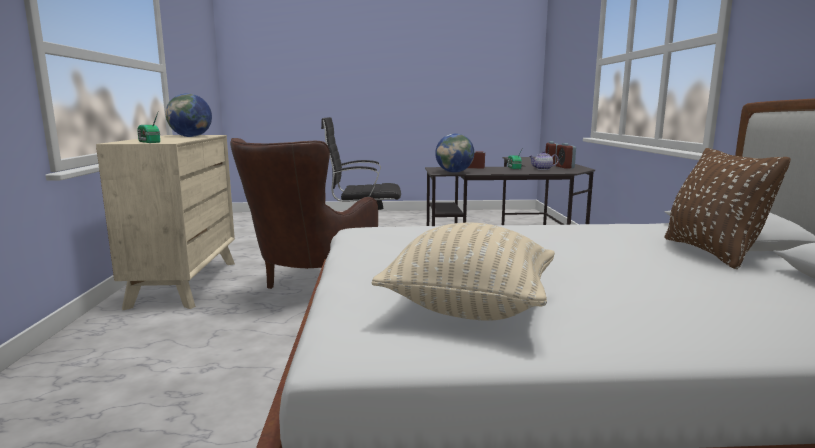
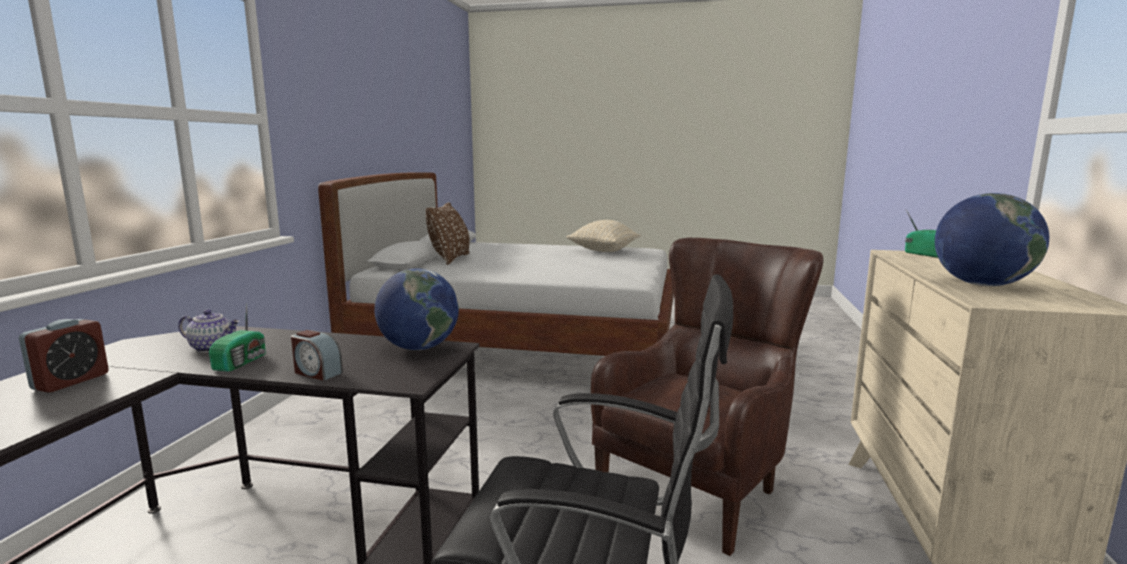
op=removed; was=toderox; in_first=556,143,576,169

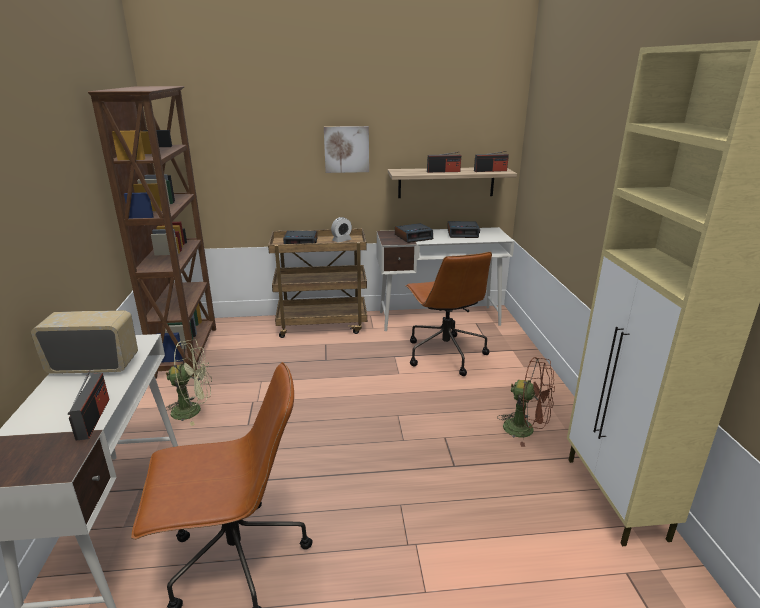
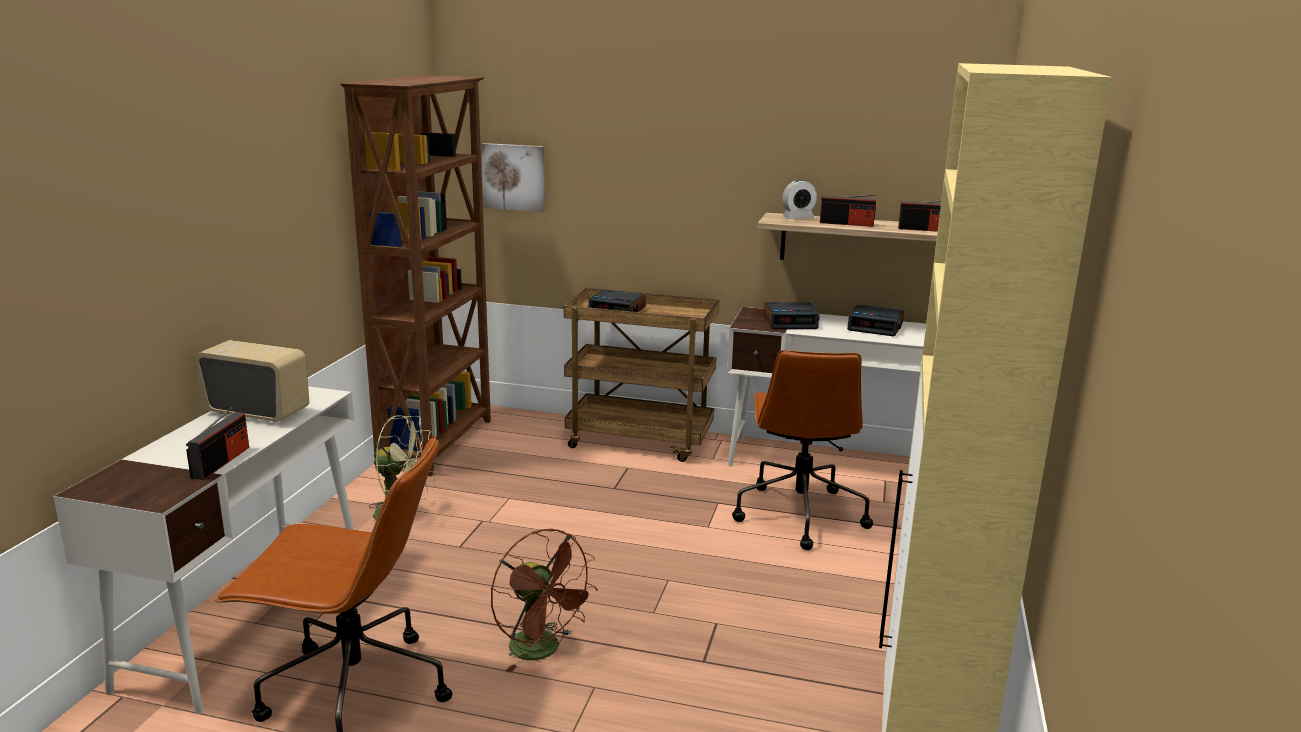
op=moved; was=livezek; in_first=324,126,369,173; in_second=481,143,545,212
op=moved; was=toderox; in_first=331,217,352,242; in_second=782,180,817,219
op=moved; was=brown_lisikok; in_first=497,357,555,447; in_second=491,529,598,673

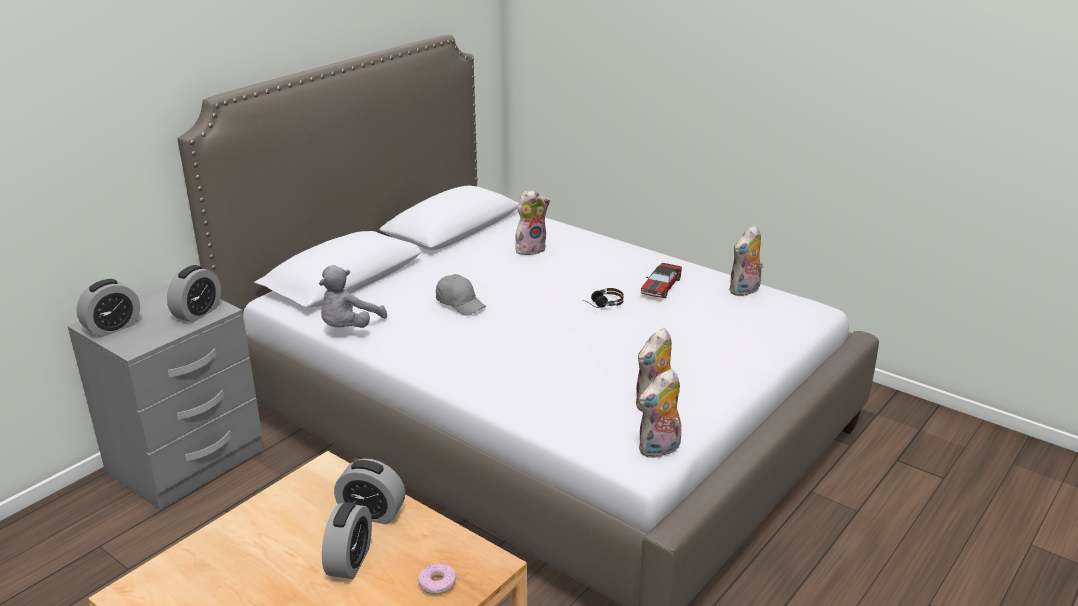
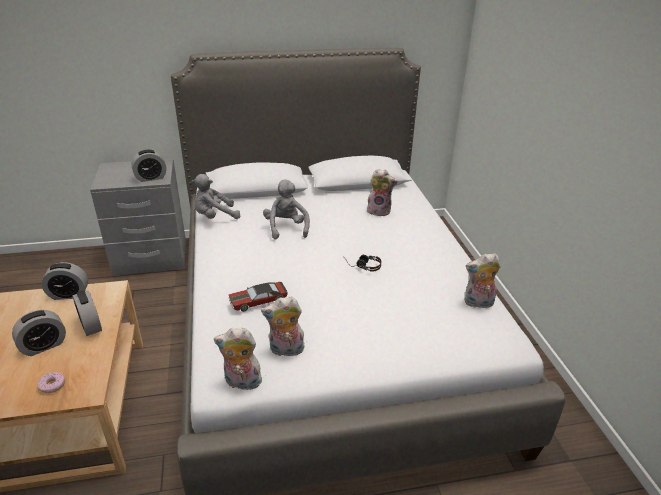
op=moved; was=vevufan; in_first=641,263,682,298; in_second=229,282,288,312
op=replaced; was=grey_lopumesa; now=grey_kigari; in_first=436,274,486,316; in_second=263,179,310,240
op=moved; was=toderox; in_first=76,279,140,337; in_second=41,262,88,300

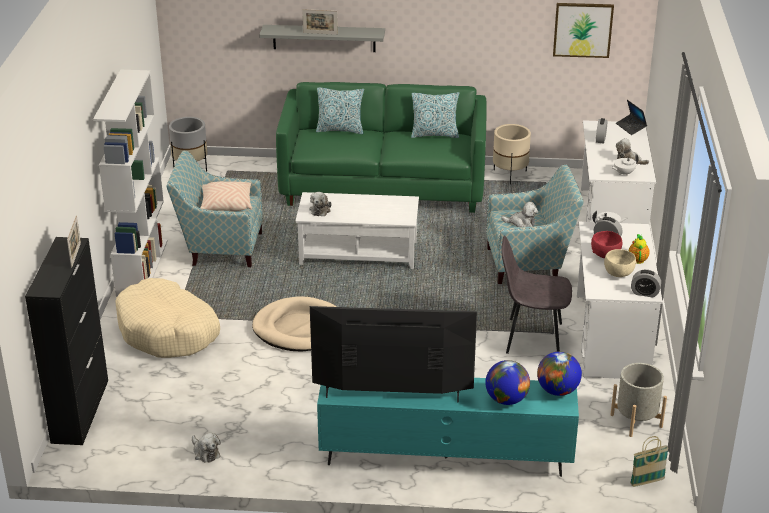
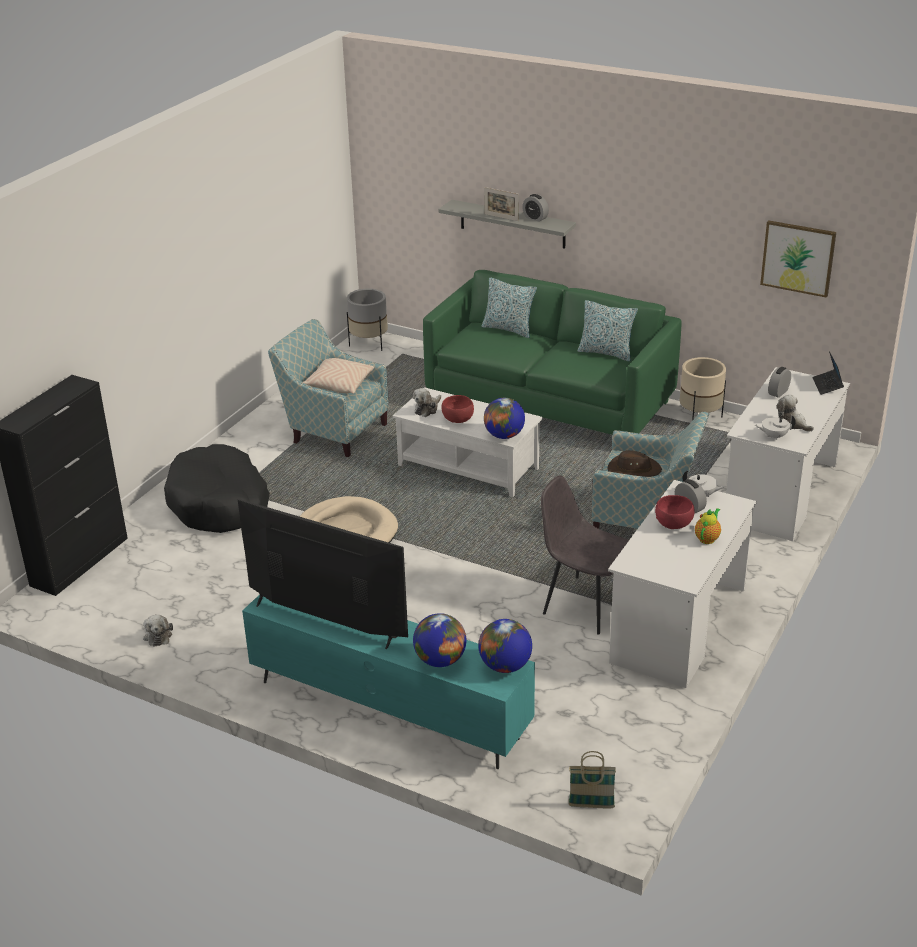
op=removed; was=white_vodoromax; in_first=93,70,168,297
op=replaced; was=kigari; now=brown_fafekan; in_first=501,202,538,227; in_second=607,450,662,477
op=removed; was=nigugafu; in_first=67,215,81,268
op=removed; was=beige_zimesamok; in_first=604,249,637,277
op=moved; was=toderox; in_first=631,269,661,298; in_second=522,194,549,222
op=recoloured; was=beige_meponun; now=black_meponun; in_first=115,278,220,358; in_second=164,444,270,533
op=removed; was=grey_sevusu; in_first=610,363,667,437
op=added; now=red_zimesamok; in_second=442,395,474,423
op=added; now=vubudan; in_second=484,398,525,439

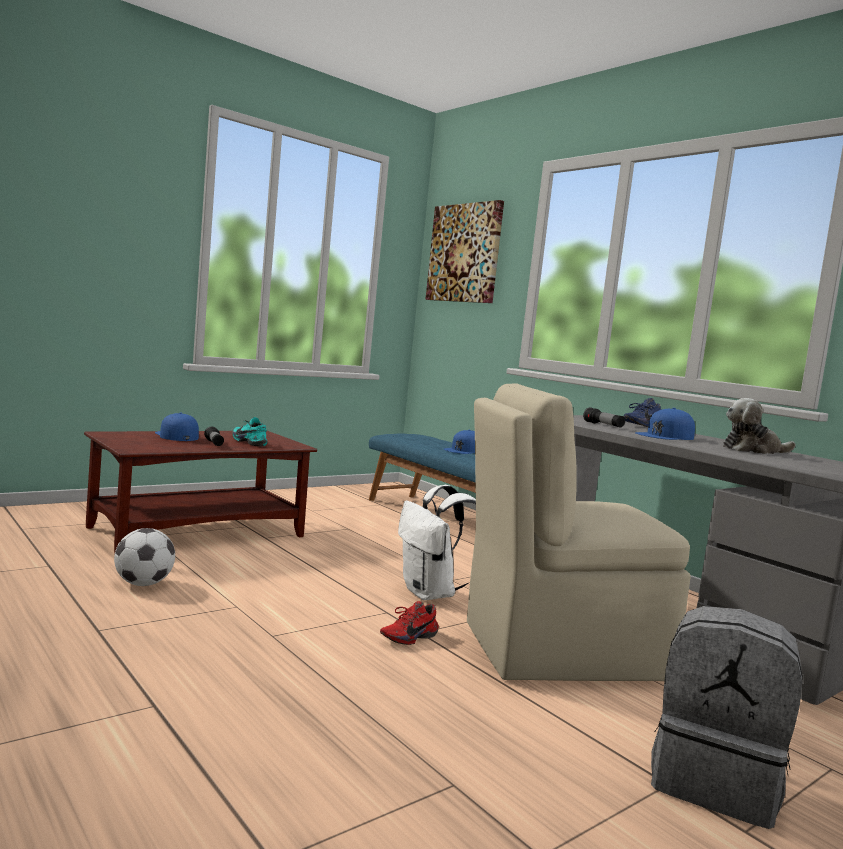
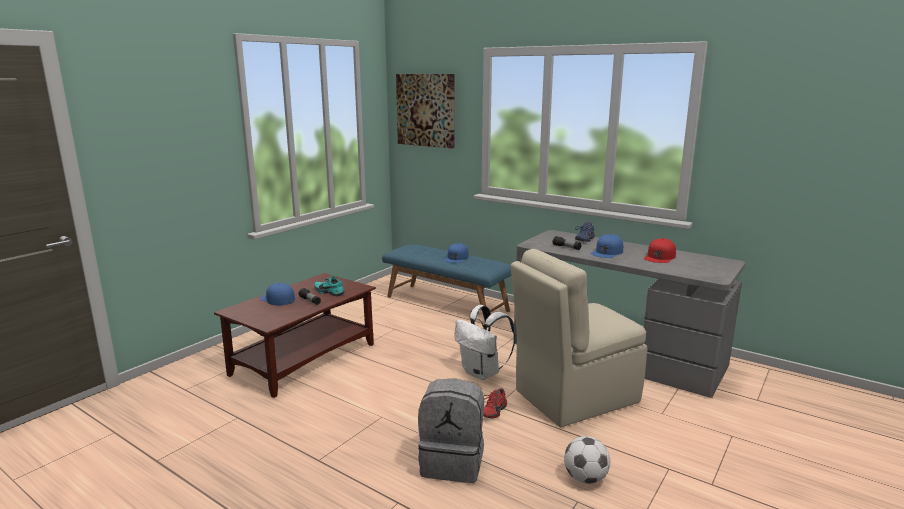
op=replaced; was=kigari; now=red_lopumesa; in_first=723,398,795,454; in_second=644,238,676,263
op=moved; was=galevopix; in_first=114,528,175,586; in_second=564,436,610,484
op=moved; was=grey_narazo; in_first=651,606,803,829; in_second=418,378,484,483

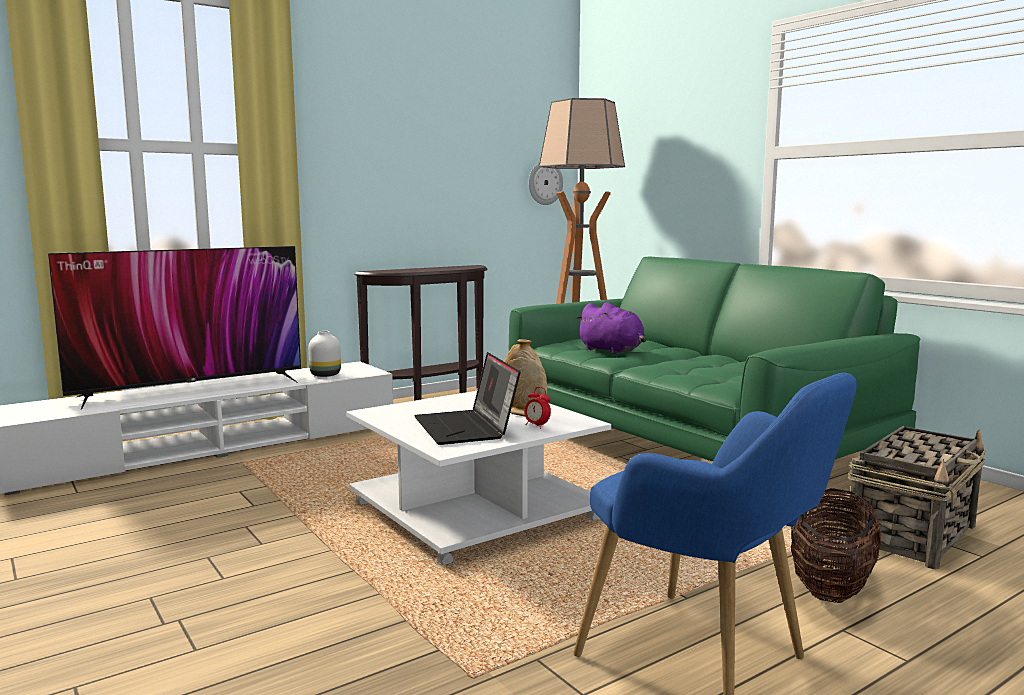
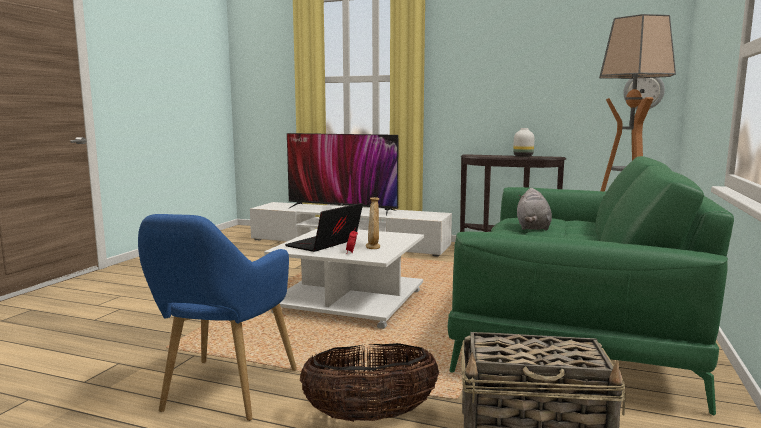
op=recoloured; was=purple_kigari; now=grey_kigari; in_first=576,302,646,354; in_second=517,188,552,231
op=moved; was=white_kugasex; in_first=308,331,341,377; in_second=513,128,534,157

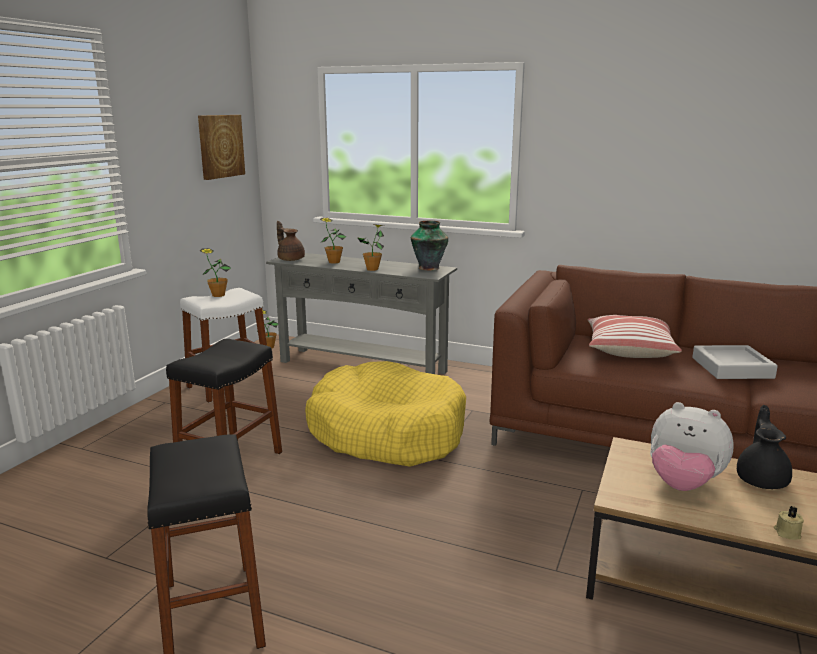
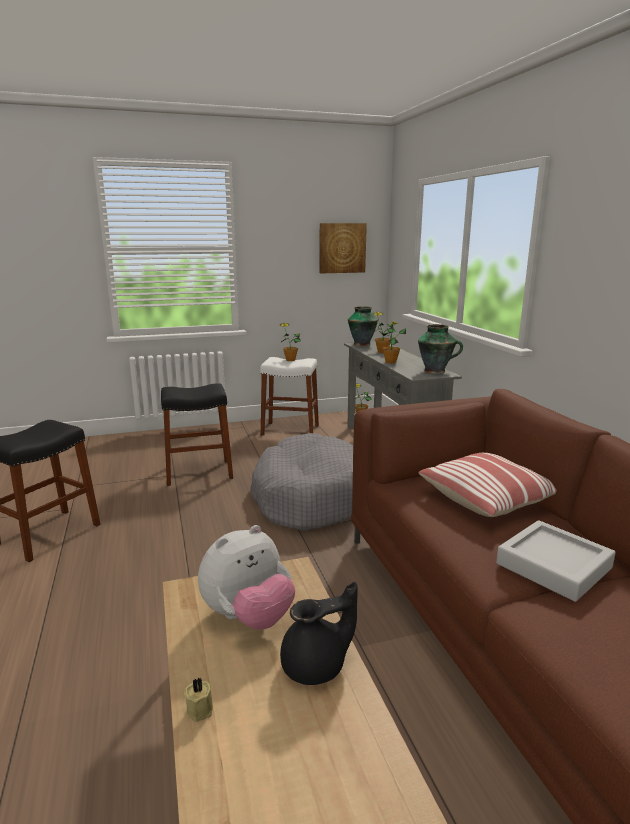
op=replaced; was=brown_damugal; now=kugasex; in_first=277,221,305,261; in_second=348,306,378,346
op=recoloured; was=yellow_meponun; now=grey_meponun; in_first=305,361,466,466; in_second=250,433,353,531
op=turned; was=kigari; in_first=650,402,734,491; in_second=198,525,295,630; clockwise=-120

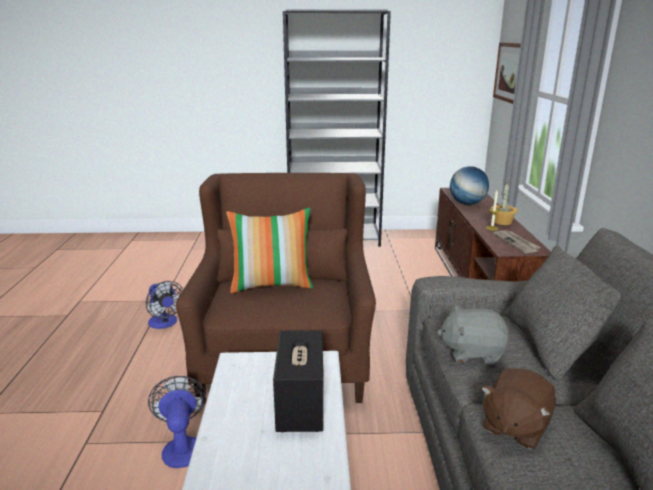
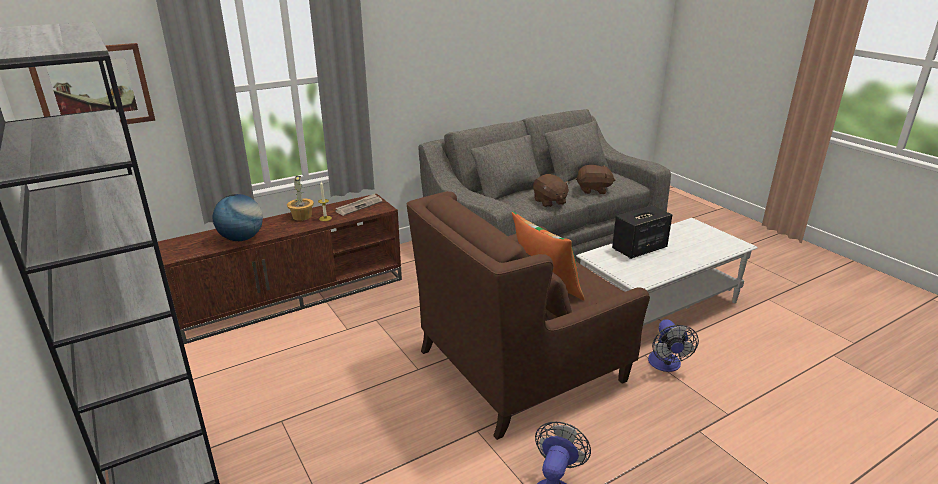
op=recoloured; was=grey_kigari; now=brown_kigari; in_first=437,305,509,365; in_second=533,174,570,208
op=turned; was=lisikok; in_first=148,376,206,468; in_second=648,319,699,372; clockwise=-45

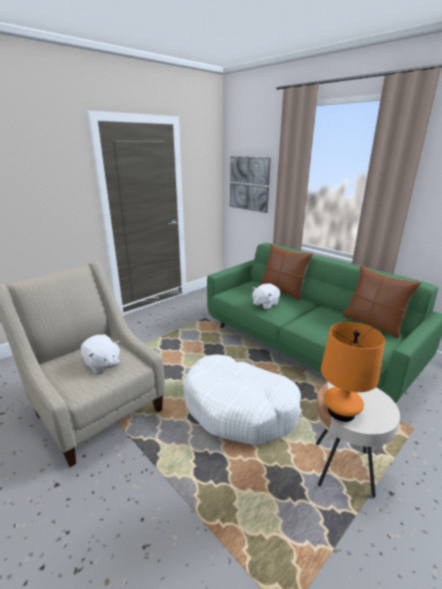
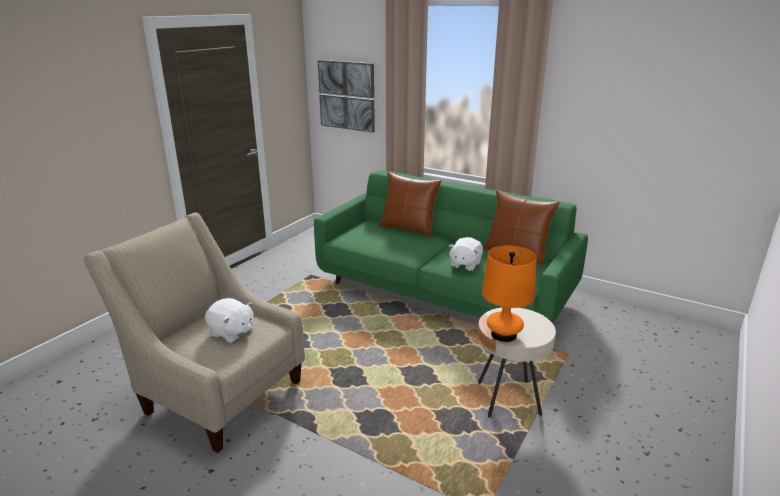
op=moved; was=white_kigari; in_first=252,283,280,309; in_second=448,237,483,271
op=removed; was=white_meponun; in_first=183,354,301,445

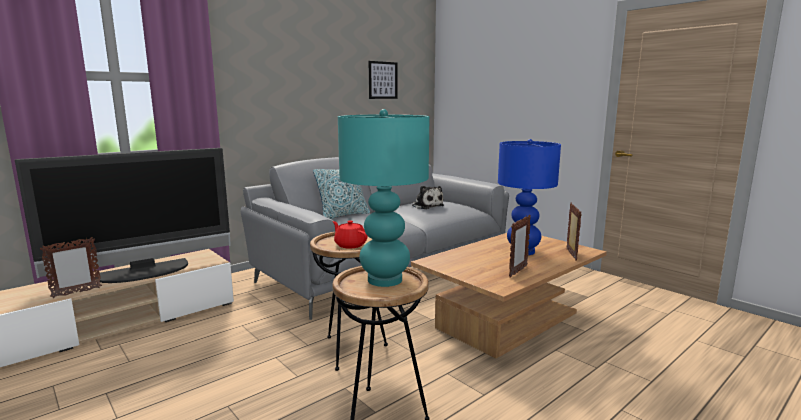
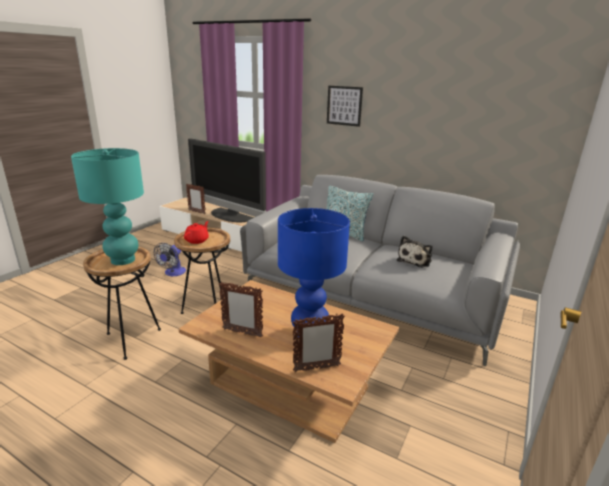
op=moved; was=livezek; in_first=369,61,398,99; in_second=327,86,363,127
op=added; now=lisikok; in_second=154,243,186,276

